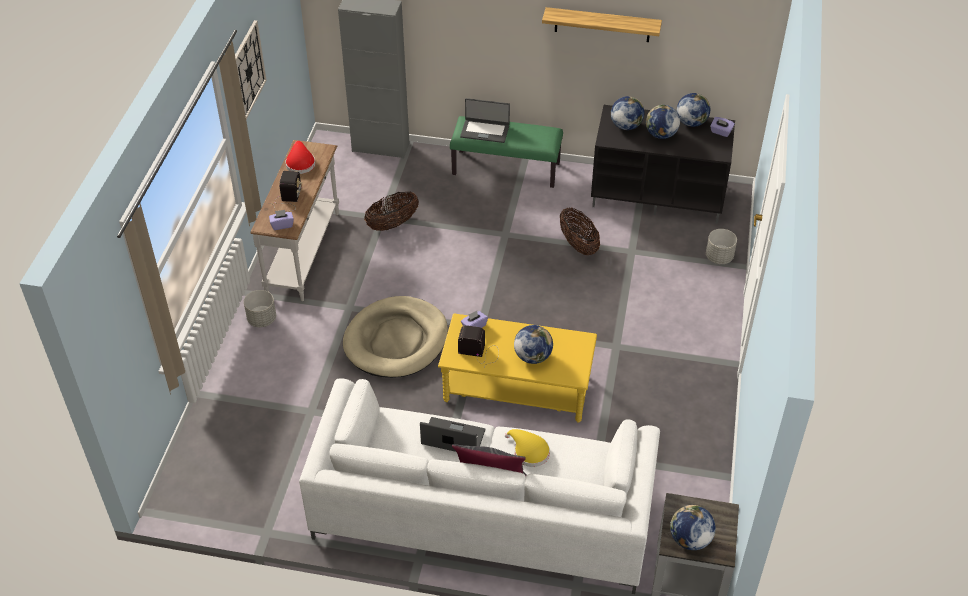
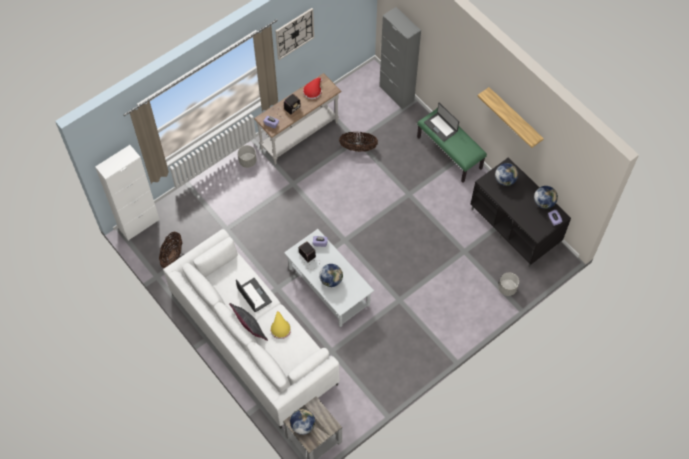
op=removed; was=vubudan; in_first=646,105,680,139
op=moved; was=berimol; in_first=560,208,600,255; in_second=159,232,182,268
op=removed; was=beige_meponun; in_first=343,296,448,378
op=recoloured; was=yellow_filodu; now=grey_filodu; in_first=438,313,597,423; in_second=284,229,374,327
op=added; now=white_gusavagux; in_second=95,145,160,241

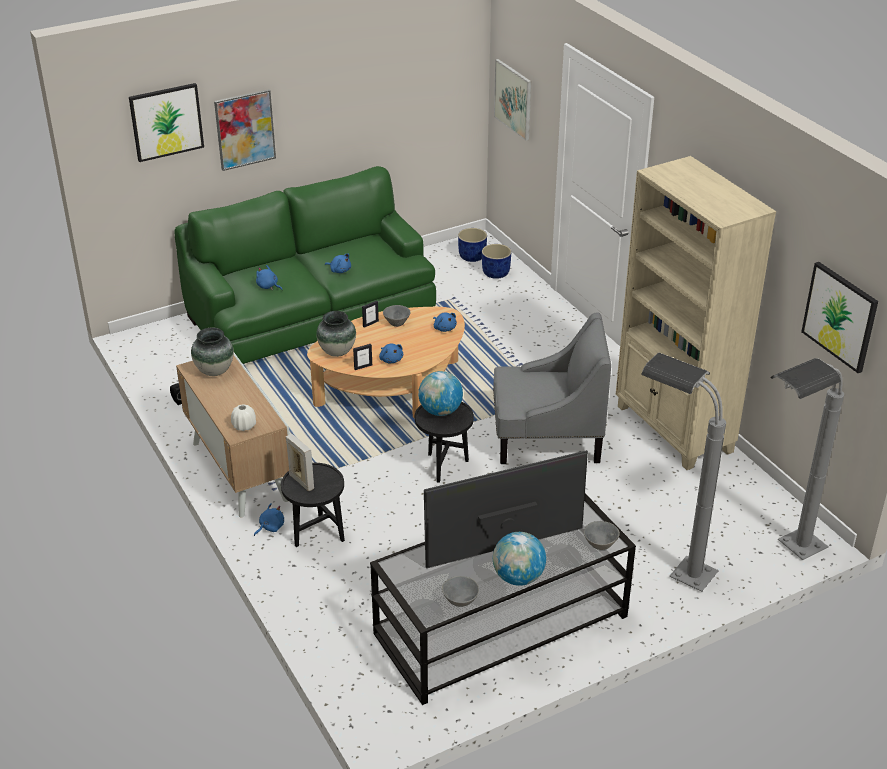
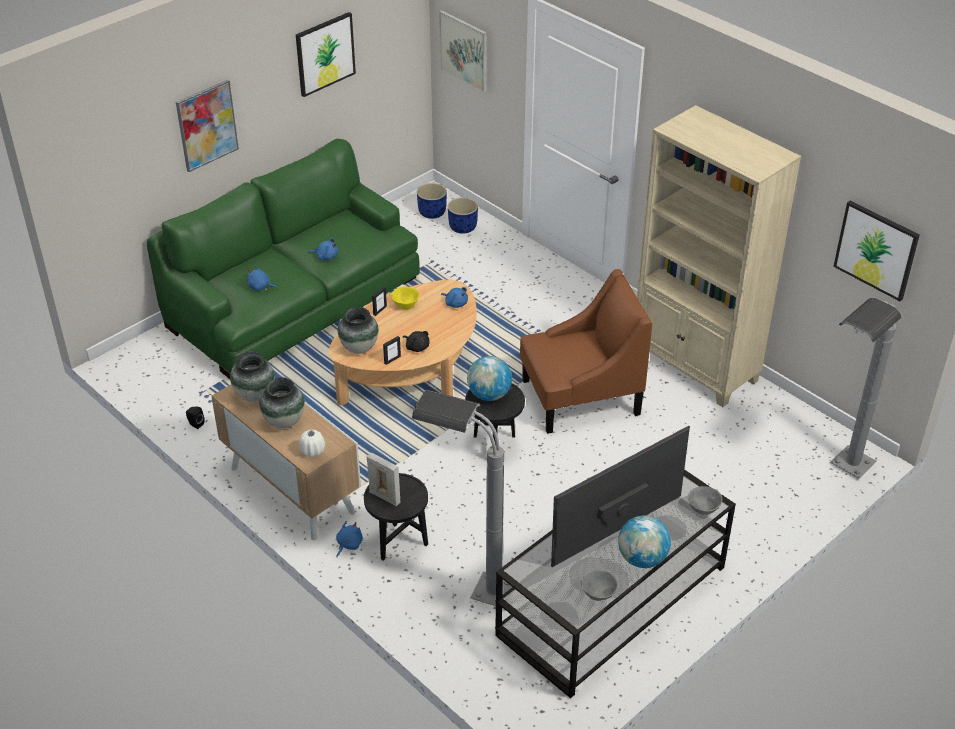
op=moved; was=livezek; in_first=129,83,204,162; in_second=296,12,356,97
op=recoloured; was=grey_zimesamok; now=yellow_zimesamok; in_first=383,305,410,327; in_second=391,287,420,310
op=recoloured; was=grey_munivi; now=brown_munivi; in_first=493,313,611,464; in_second=520,269,652,434
op=recoloured; was=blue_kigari; now=black_kigari; in_first=379,344,403,363; in_second=403,331,430,352
op=moved; was=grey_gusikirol; in_first=641,353,726,592; in_second=412,390,512,606
op=added; now=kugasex; in_second=259,377,305,429

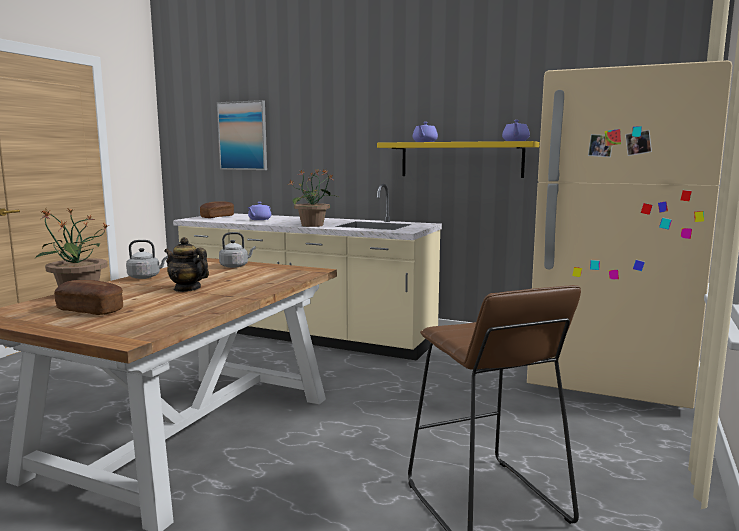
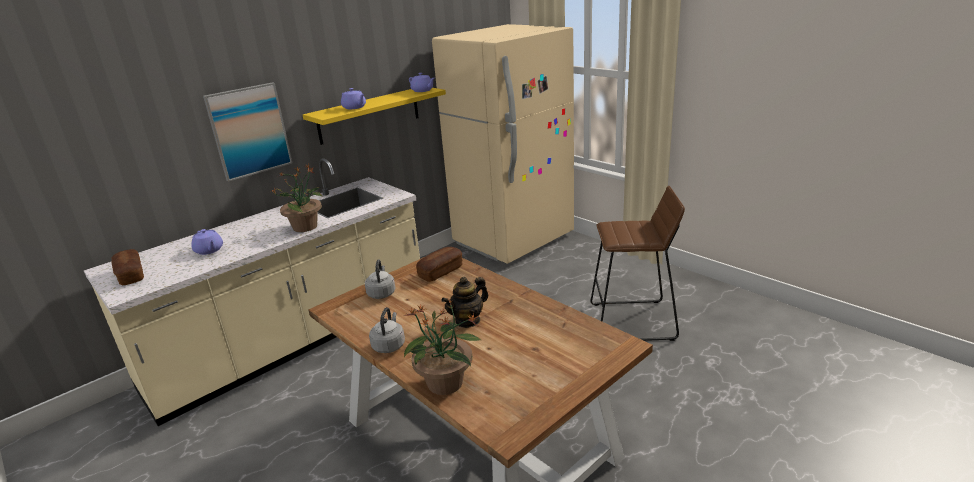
op=moved; was=livezek; in_first=217,100,267,170; in_second=203,82,293,182
op=moved; was=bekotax; in_first=54,280,123,315; in_second=416,247,463,282

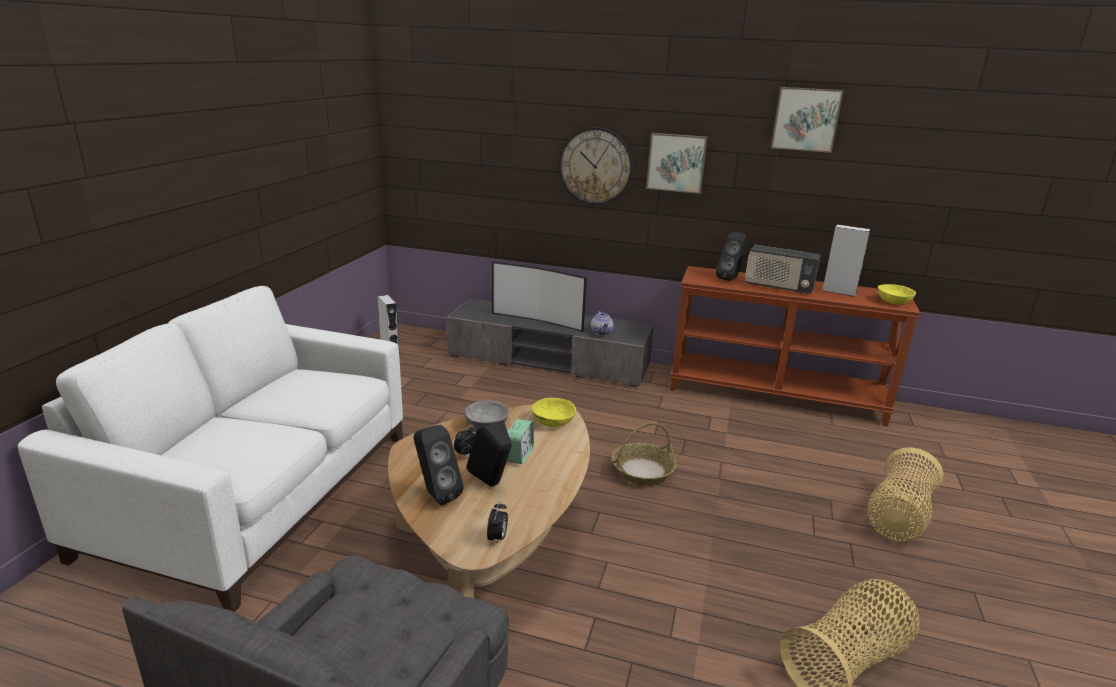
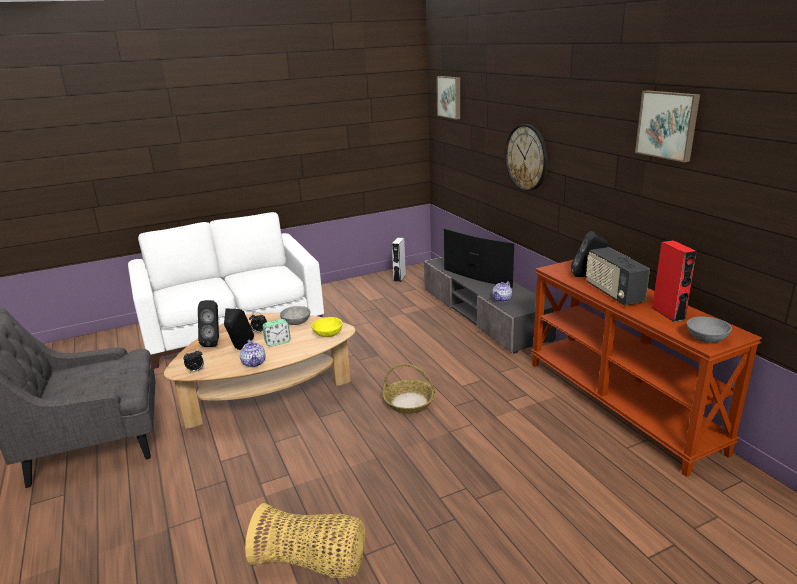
op=moved; was=livezek; in_first=646,133,708,194; in_second=436,76,460,120
op=recoloured; was=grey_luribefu; now=red_luribefu; in_first=822,225,870,297; in_second=652,240,697,322
op=turned; was=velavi; in_first=492,262,587,332; in_second=444,229,514,288; clockwise=150
op=recoloured; was=yellow_zimesamok; now=grey_zimesamok; in_first=877,284,916,304; in_second=687,316,732,343
op=removed; was=berimol; in_first=867,447,944,542
op=added; now=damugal; in_second=240,339,265,367

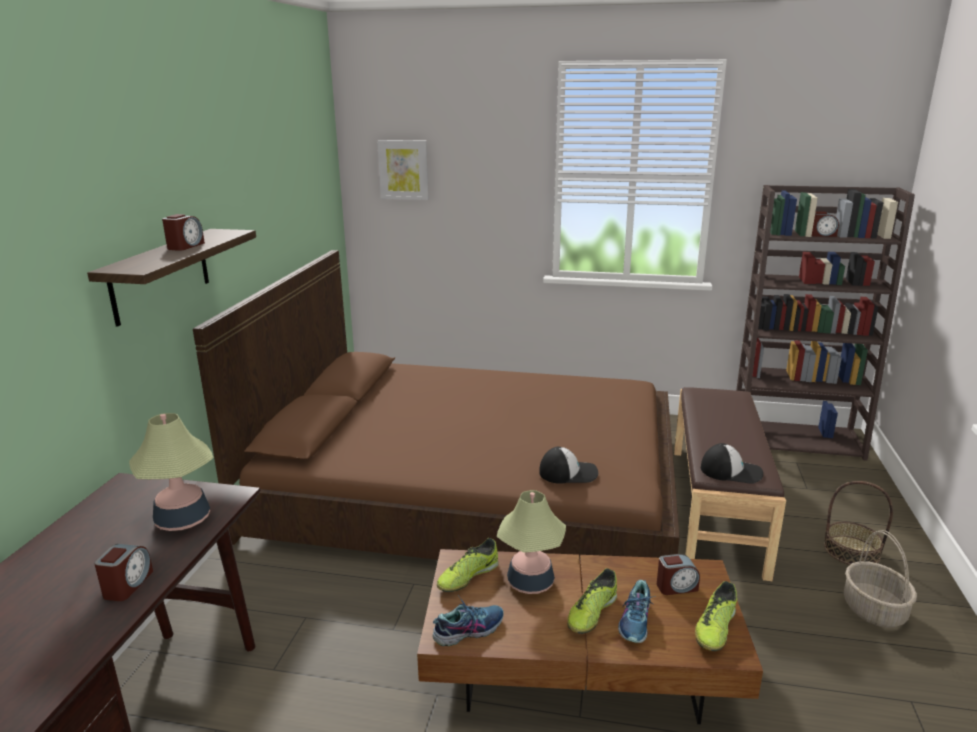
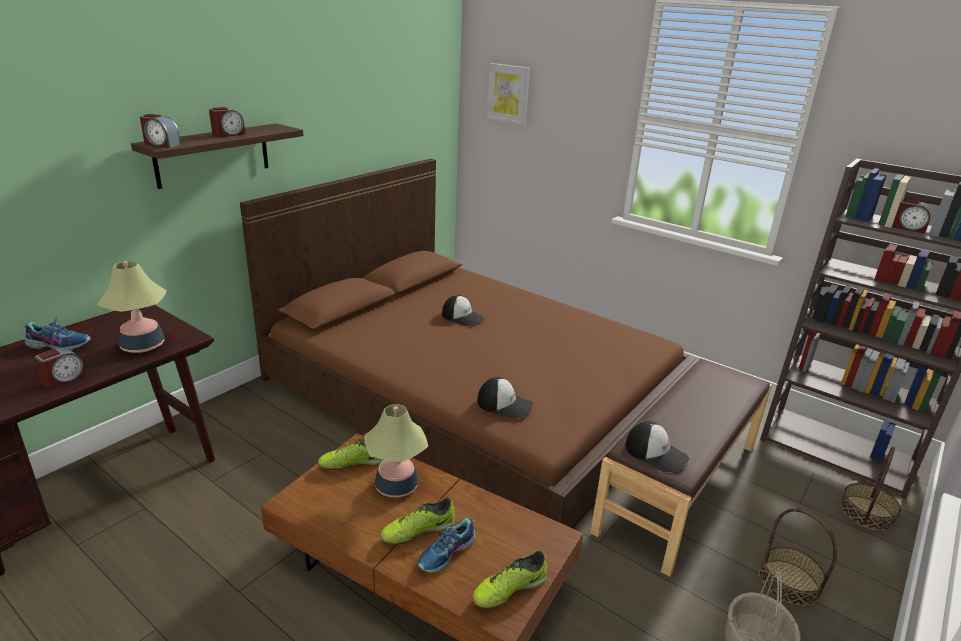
op=moved; was=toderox; in_first=657,554,700,595; in_second=140,114,181,148
op=moved; was=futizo; in_first=433,595,504,646; in_second=25,317,91,351
op=added; now=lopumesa; in_second=442,295,484,326
op=added; now=berimol; in_second=839,447,901,532

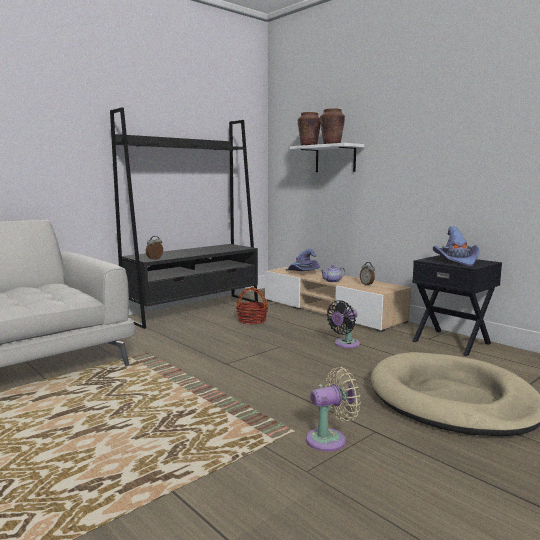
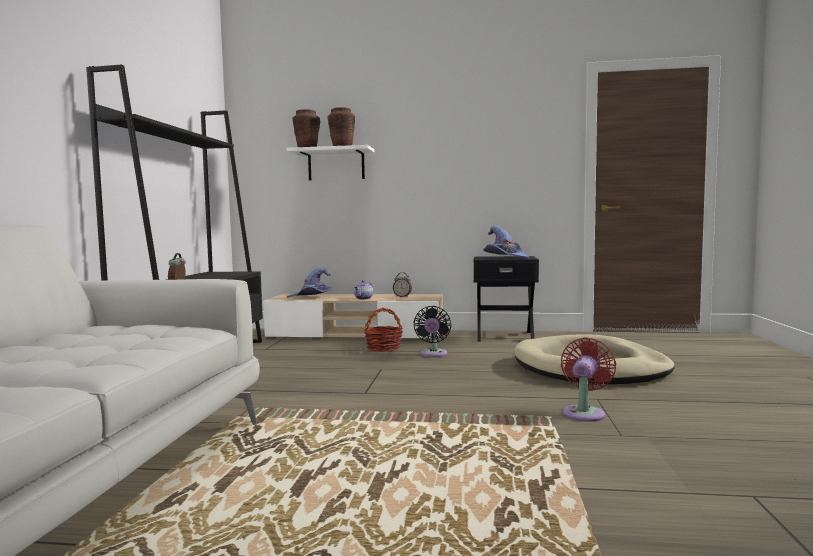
op=moved; was=berimol; in_first=236,287,268,324; in_second=364,308,403,351
op=recoloured; was=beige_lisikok; now=red_lisikok; in_first=306,367,361,451; in_second=561,338,616,422

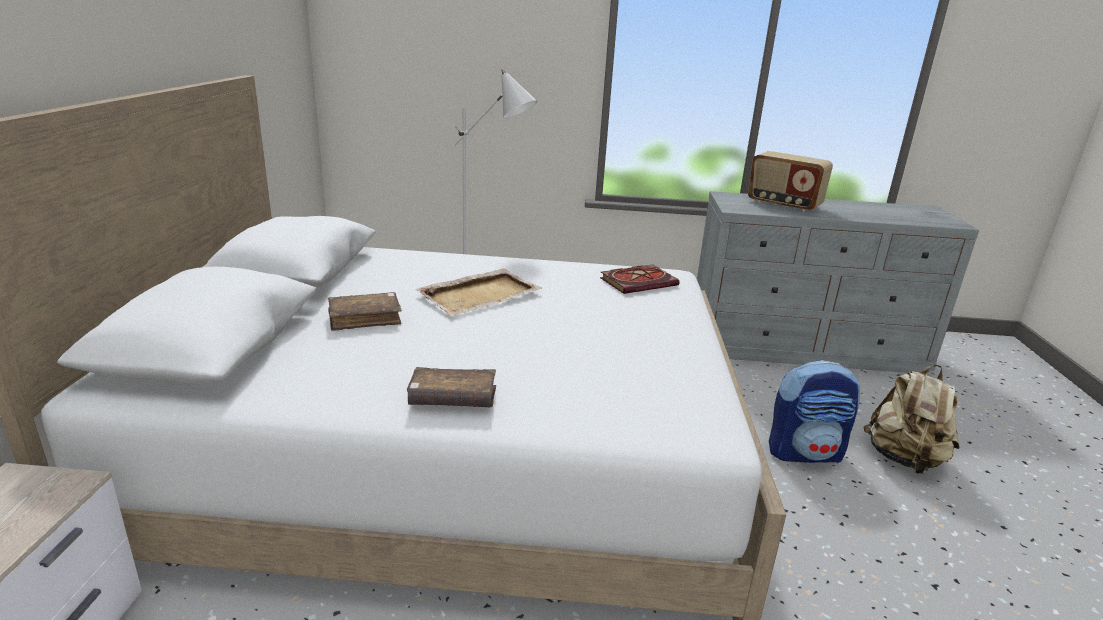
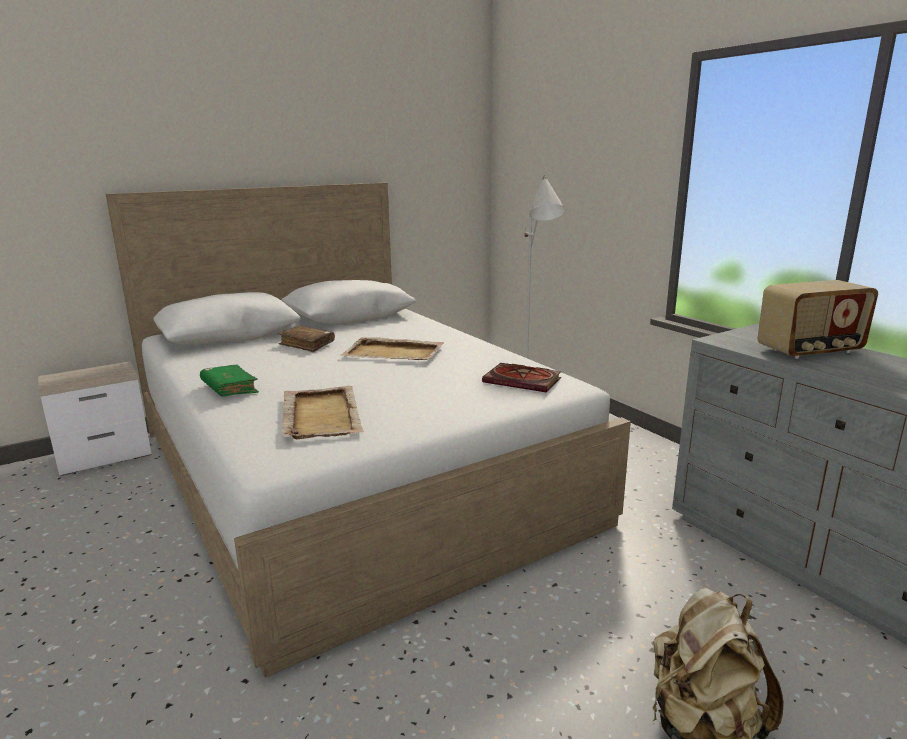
op=turned; was=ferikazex; in_first=748,151,833,212; in_second=758,280,878,359; clockwise=-105
op=removed; was=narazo; in_first=769,360,860,463
op=recoloured; was=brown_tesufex; now=green_tesufex; in_first=407,367,496,407; in_second=200,365,259,396
op=added; now=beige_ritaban; in_second=282,386,364,440

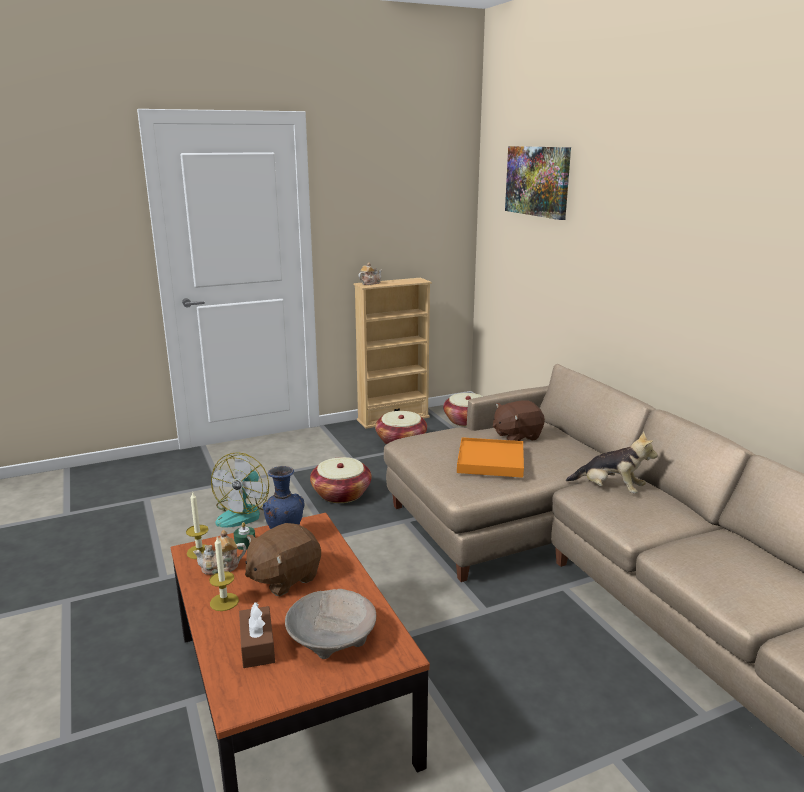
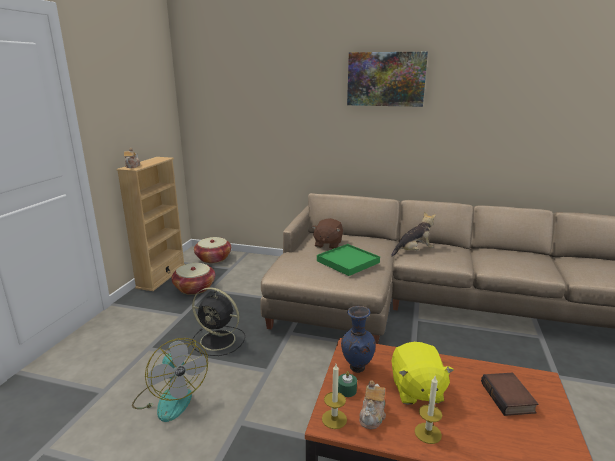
op=moved; was=livezek; in_first=505,146,571,220; in_second=347,52,428,107
op=recoloured; was=orange_ritaban; now=green_ritaban; in_first=457,437,524,478; in_second=317,244,380,276
op=replaced; was=berimol; now=black_lisikok; in_first=310,457,372,503; in_second=191,287,245,356
op=recoloured; was=brown_kigari; now=yellow_kigari; in_first=245,523,321,596; in_second=391,342,454,405
op=replaced; was=beige_zimesamok; now=tesufex; in_first=285,589,376,659; in_second=481,373,538,416
op=removed; was=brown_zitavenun; in_first=239,602,275,668

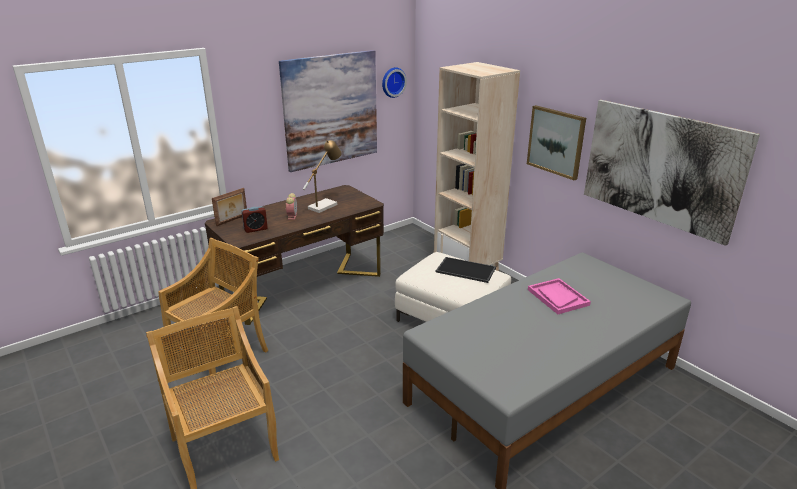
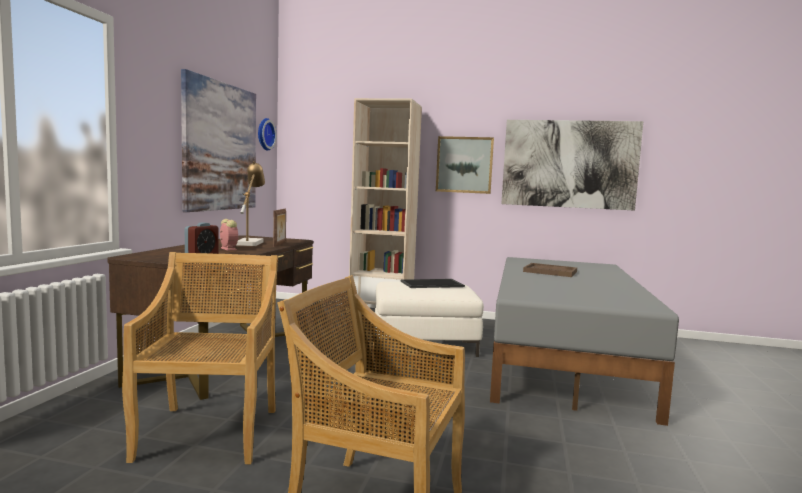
op=moved; was=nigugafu; in_first=212,188,247,226; in_second=273,209,286,247
op=recoloured; was=pink_ritaban; now=brown_ritaban; in_first=528,278,591,314; in_second=523,263,577,277

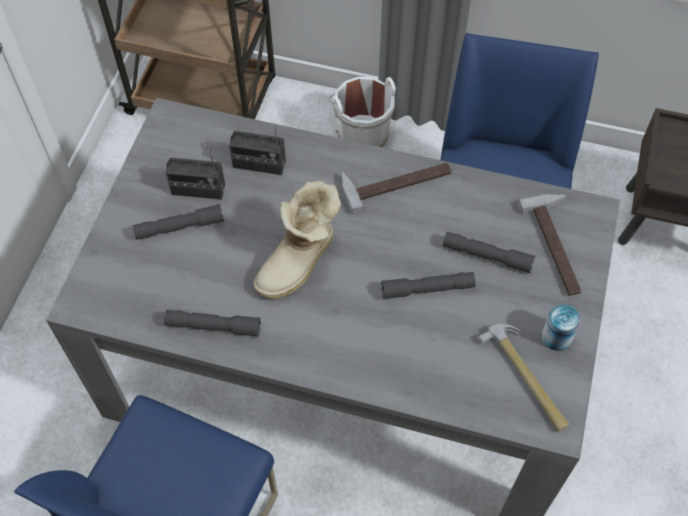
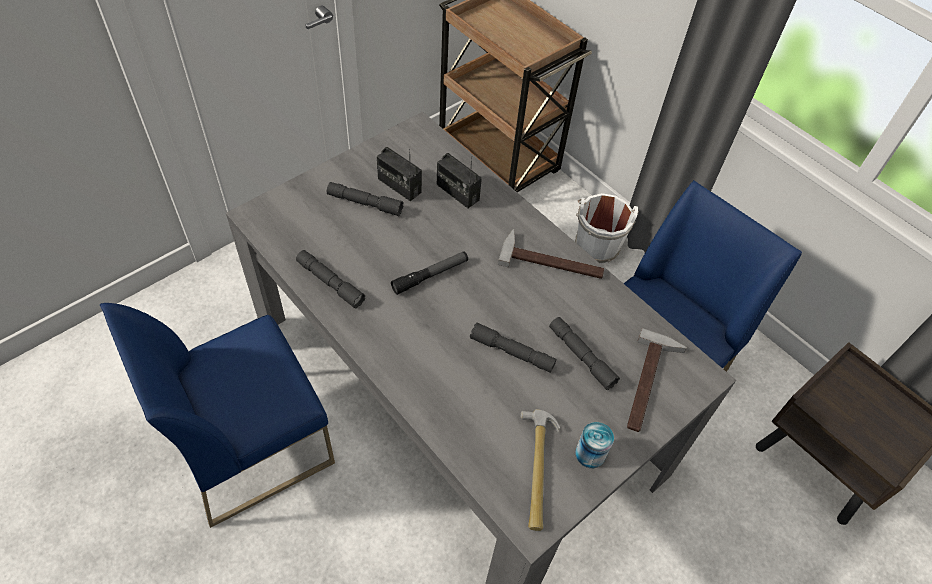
op=replaced; was=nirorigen; now=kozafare; in_first=253,181,341,299; in_second=391,251,468,295

